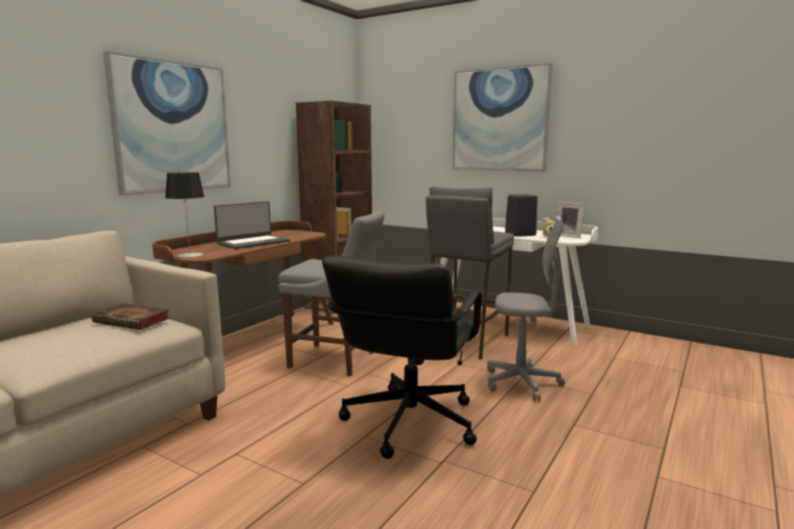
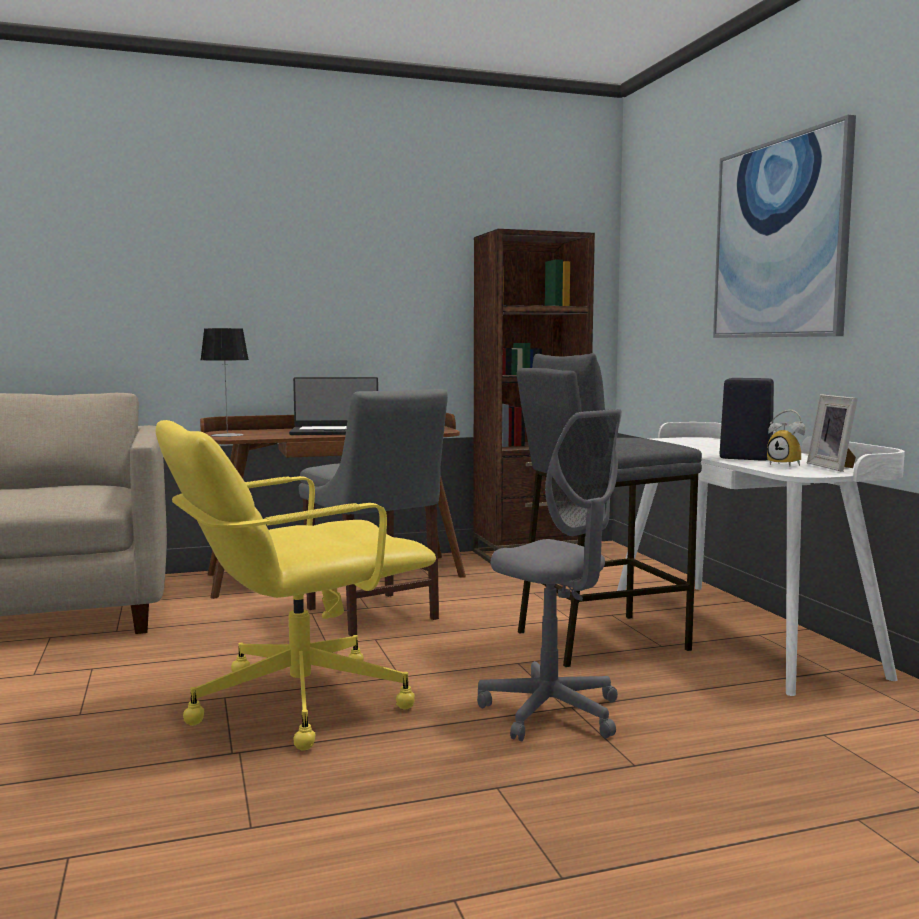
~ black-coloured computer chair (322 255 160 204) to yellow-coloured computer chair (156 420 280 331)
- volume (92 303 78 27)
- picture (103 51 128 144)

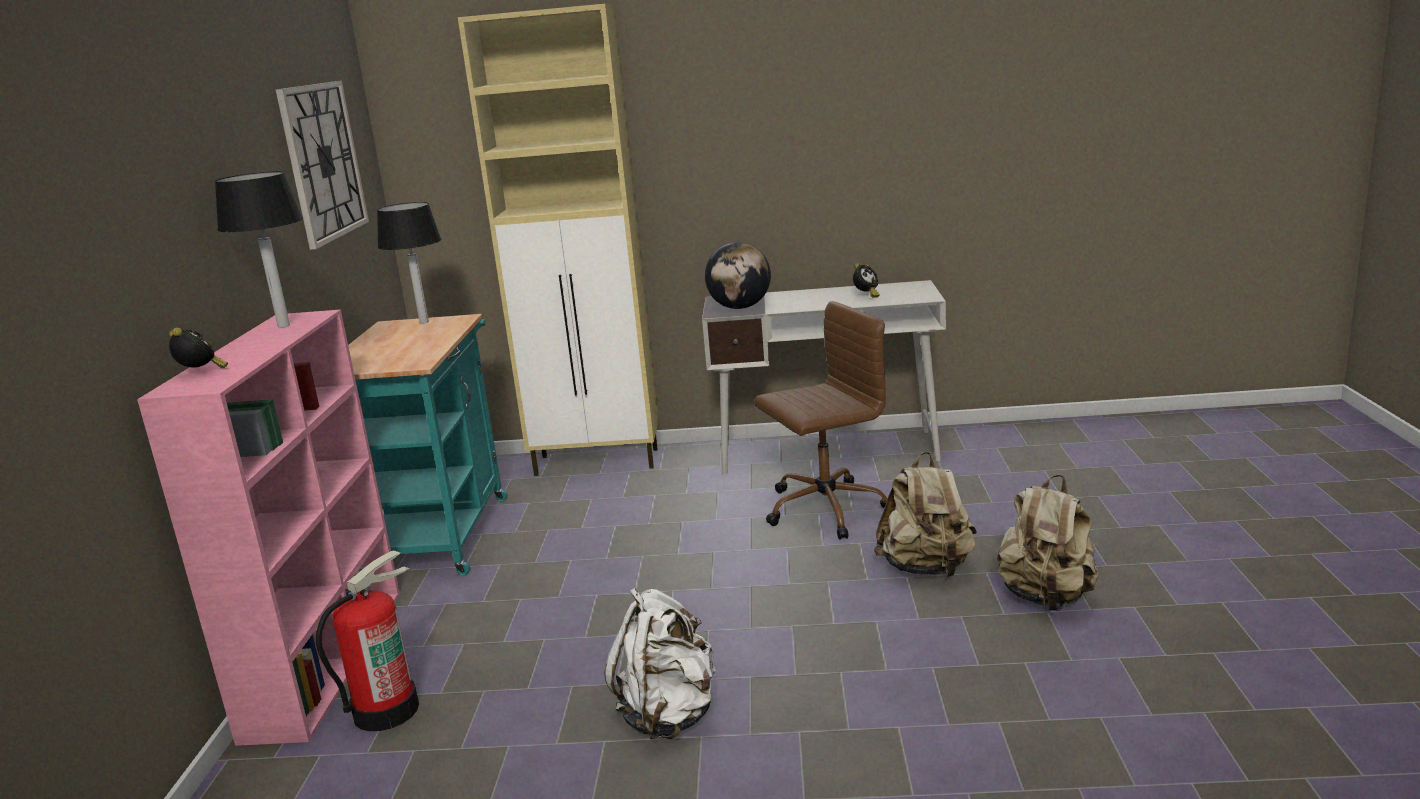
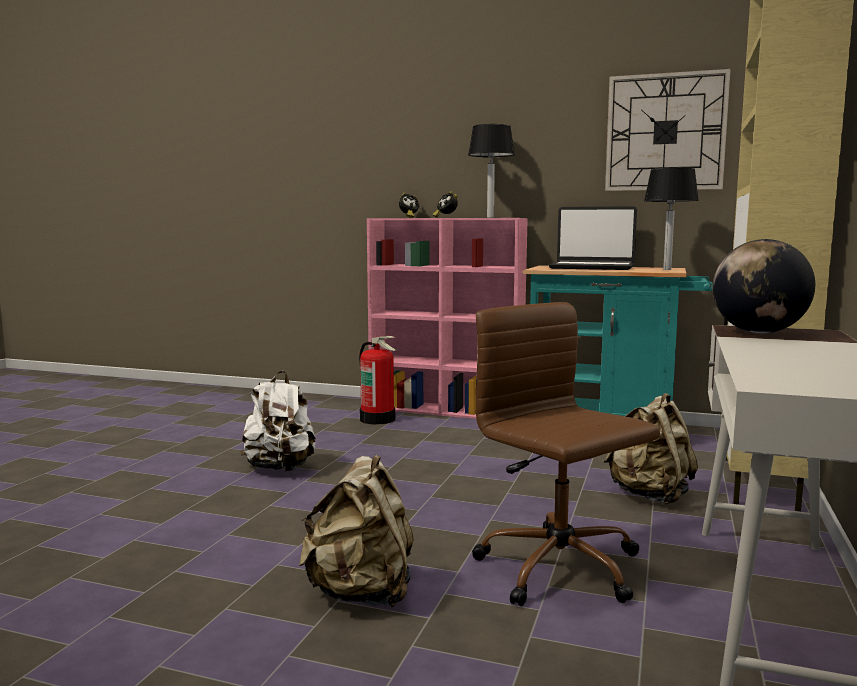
~ bedside clock (853 263 27 34) to (433 191 25 27)
~ brown computer chair (754 301 133 239) = (472 302 188 304) 150 degrees clockwise
+ notebook computer (548 206 89 64)
~ beige-coloured backpack (997 475 101 136) to (603 393 95 112)

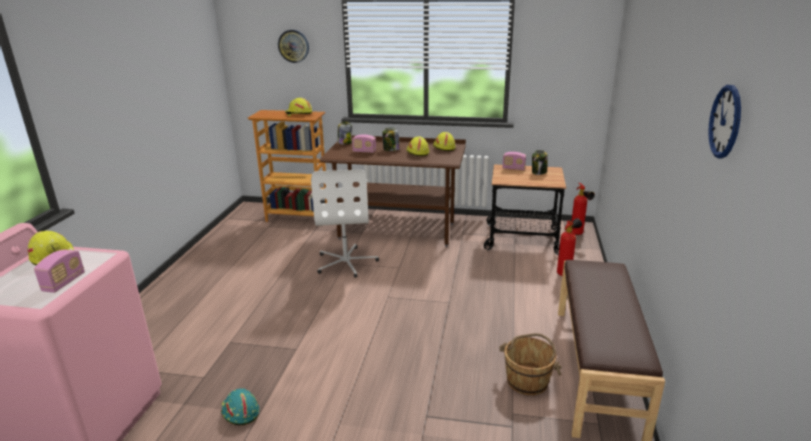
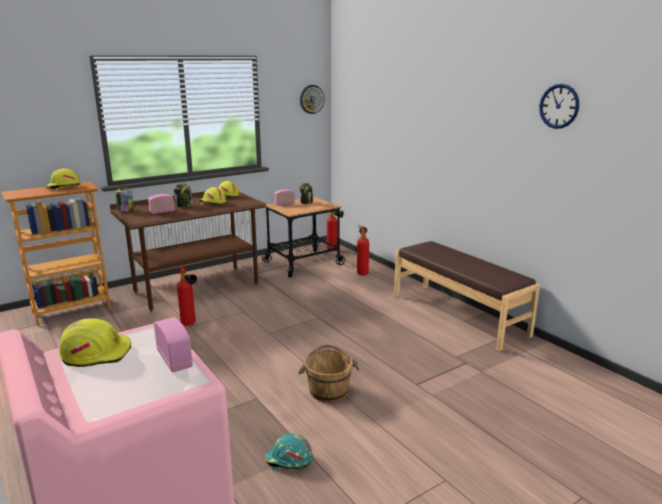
~ white computer chair (311 169 68 109) to fire-fighting cylinder (177 266 20 60)
~ brown water bucket (499 333 63 62) to (298 344 62 58)
~ wall clock (278 30 31 33) to (300 85 25 29)

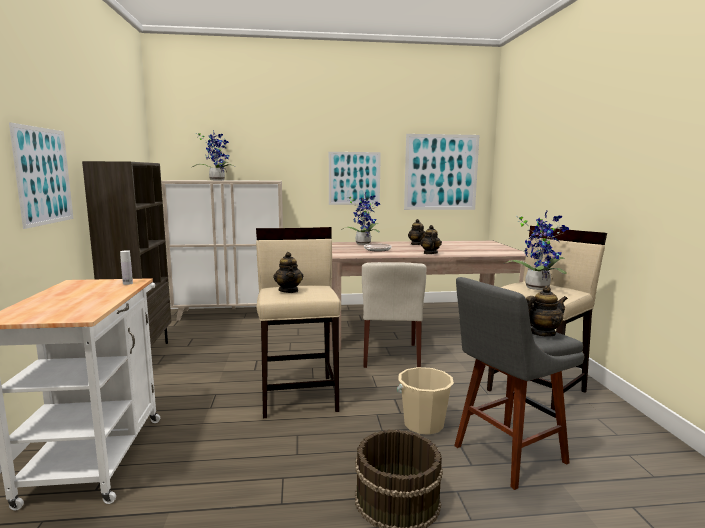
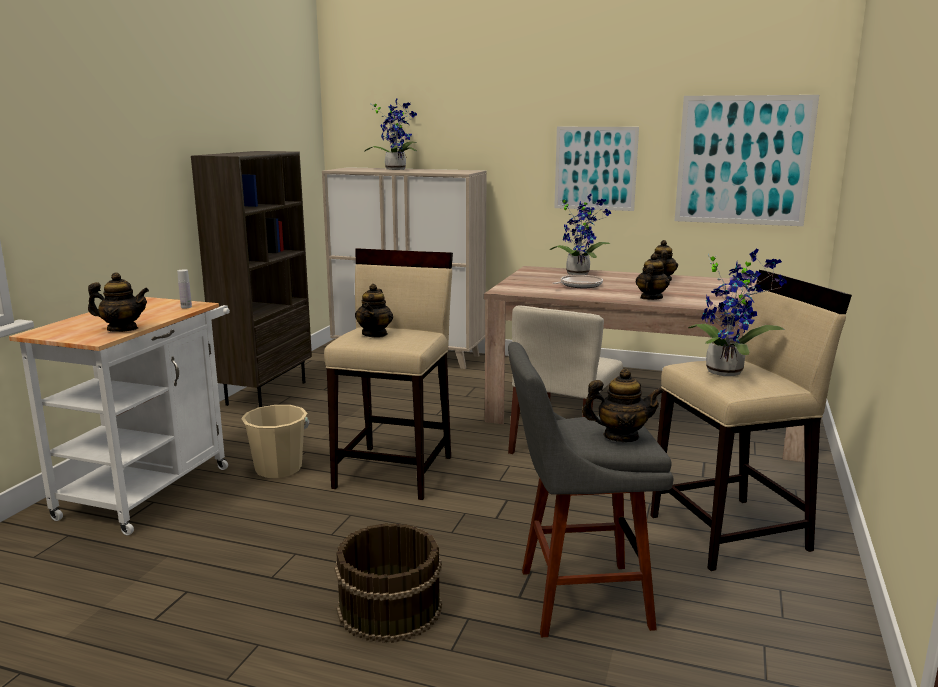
+ tea pot (88 272 61 60)
~ beige-coloured water bucket (397 367 57 68) to (241 405 68 73)
- picture (9 122 65 107)

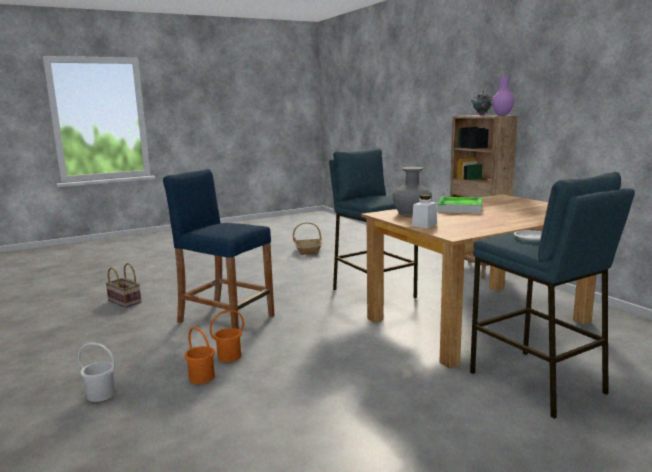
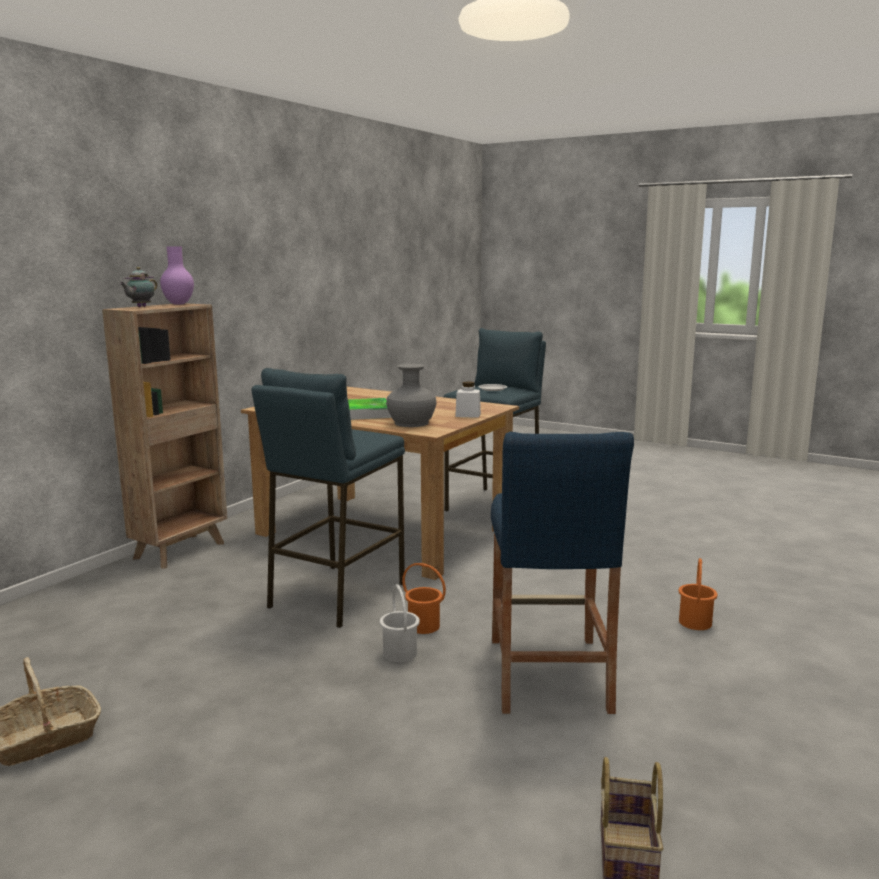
~ white water bucket (78 342 37 60) to (380 584 40 78)
~ orangey water bucket (210 310 34 52) to (402 563 44 71)

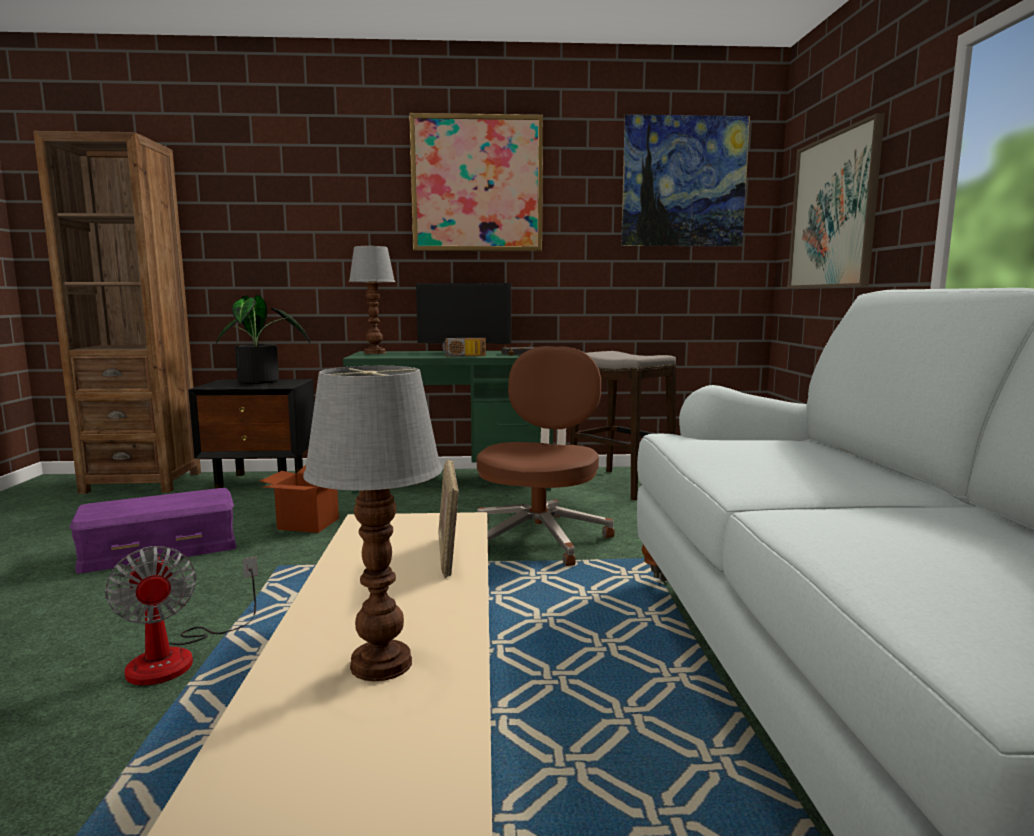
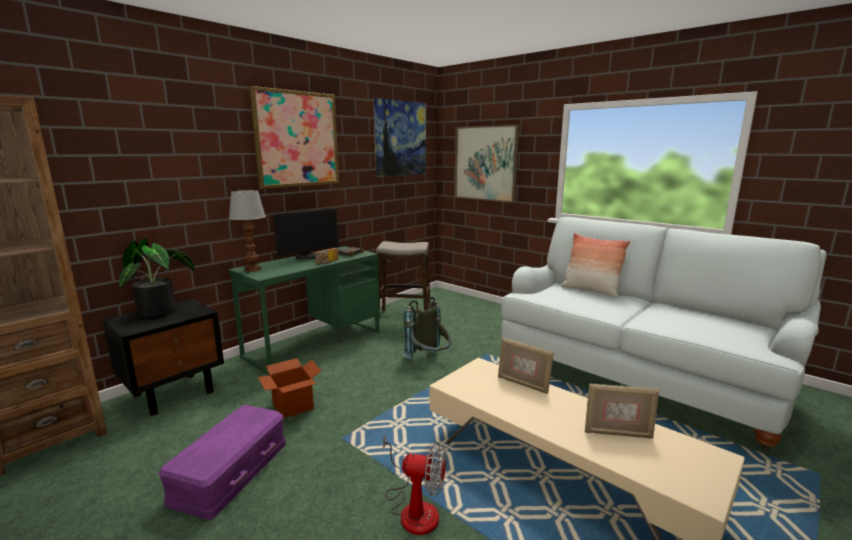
~ brown computer chair (477 346 138 220) to greyish backpack (403 297 48 62)
+ pillow (561 233 69 65)
~ tabletop lamp (303 366 139 315) to picture frame (585 384 74 55)

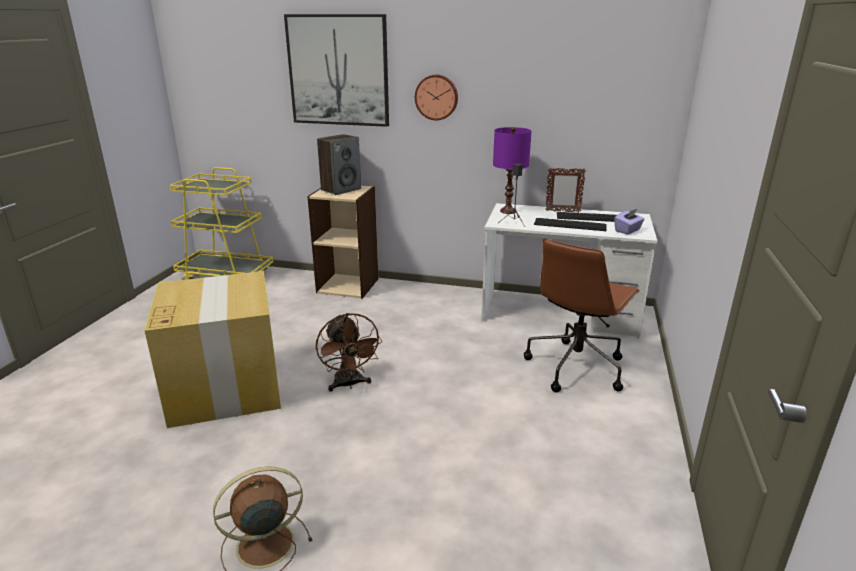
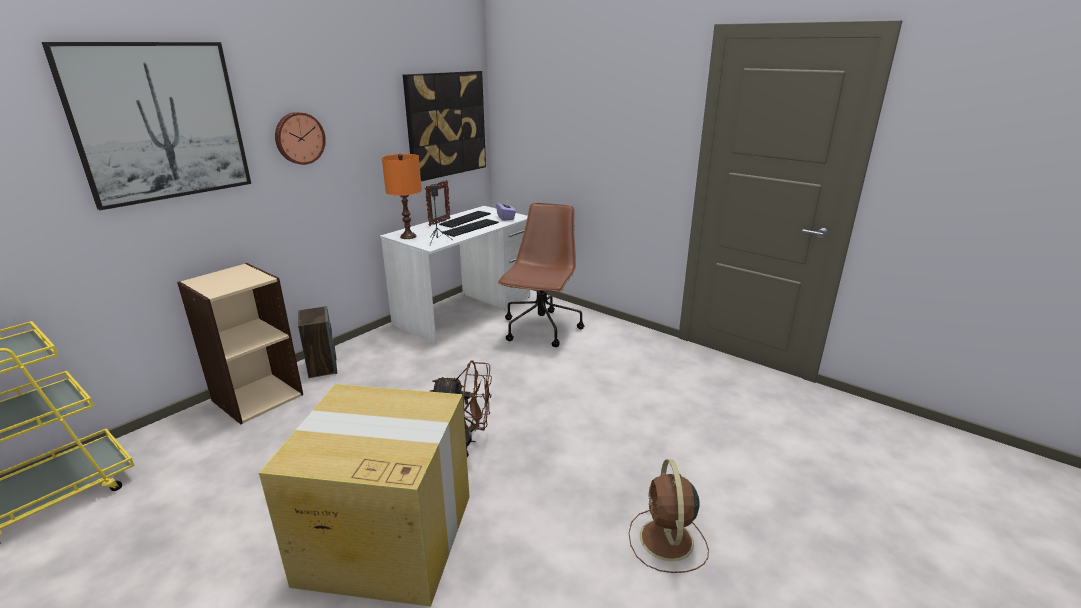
~ speaker (317 134 44 61) to (298 306 39 72)
~ purple tabletop lamp (493 127 39 87) to orangey tabletop lamp (382 154 40 85)
+ picture (403 71 83 110)
~ brown computer chair (524 238 116 155) = (498 203 86 144) 135 degrees counterclockwise

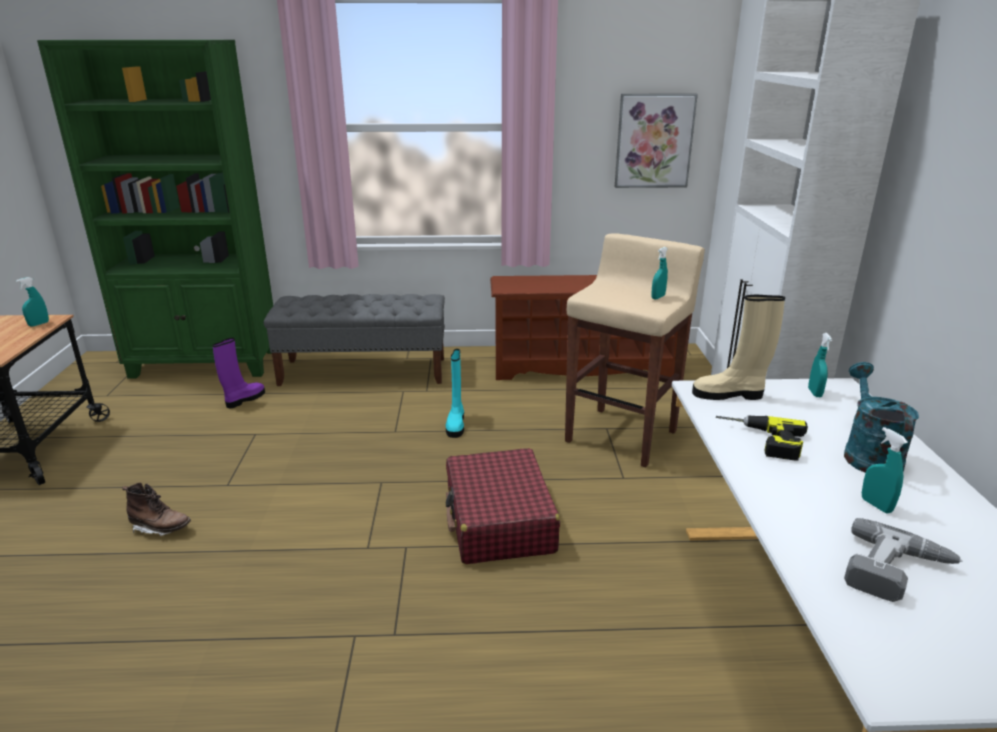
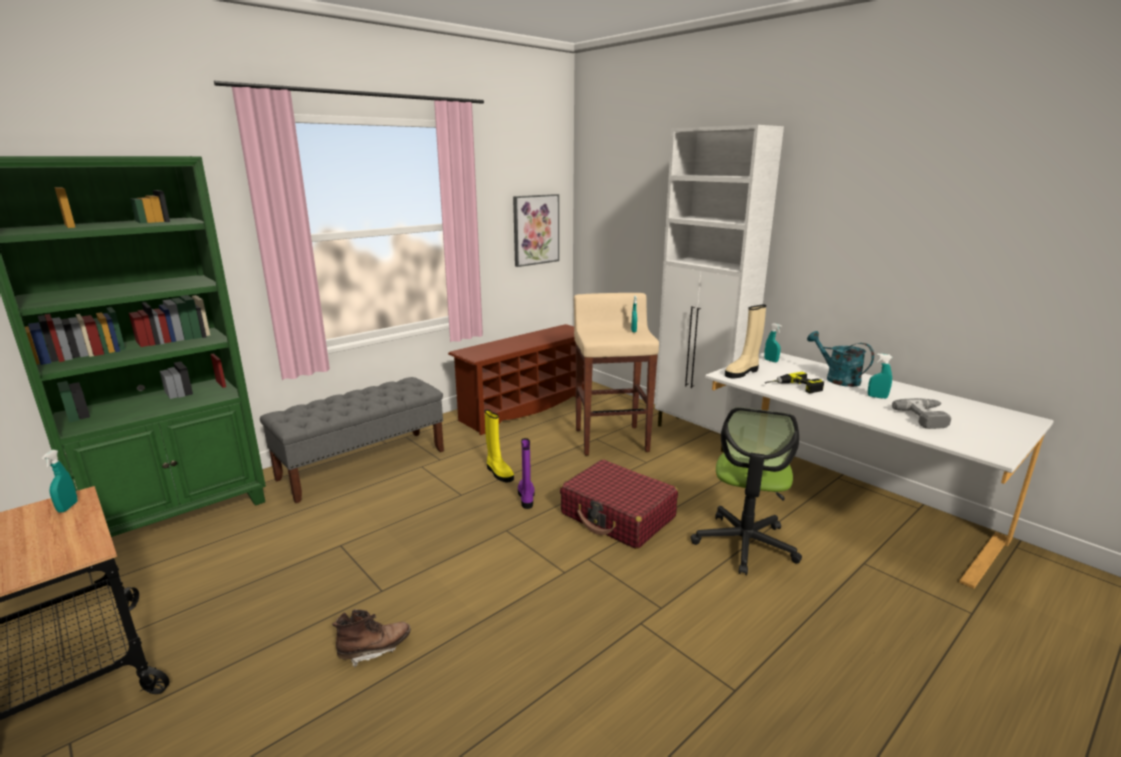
~ turquoise tall boot (446 349 18 89) to yellow-coloured tall boot (485 410 29 72)
~ purple tall boot (212 338 53 70) to (518 438 17 71)
+ computer chair (690 407 112 168)

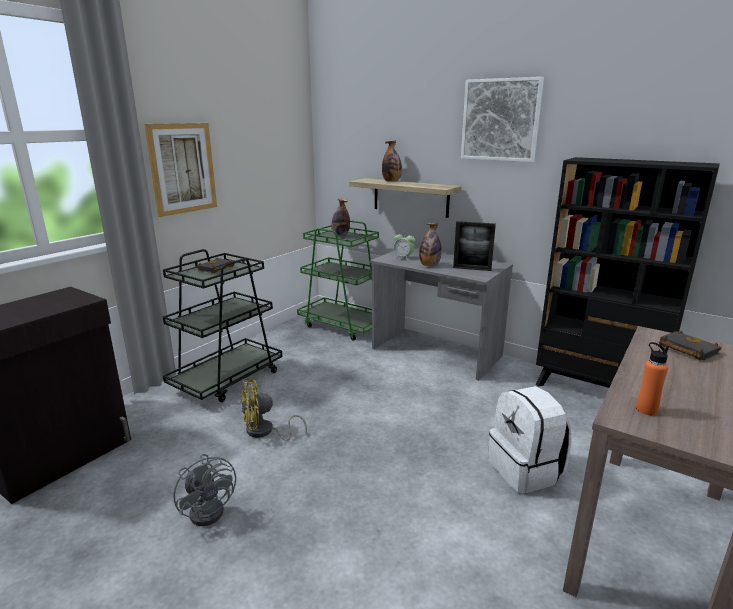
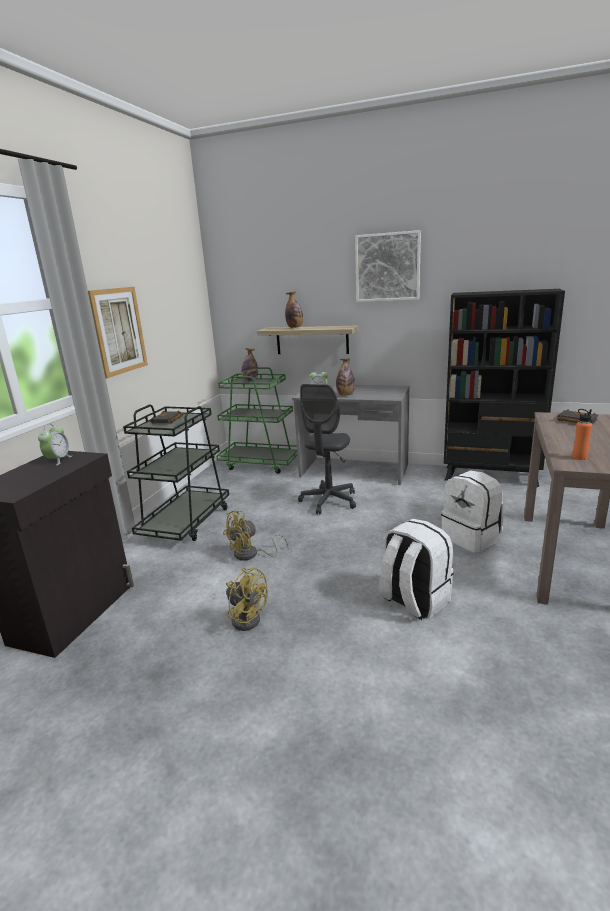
+ bedside clock (38 423 34 42)
~ greyish cooling fan (173 454 63 72) to yellow-coloured cooling fan (226 567 42 64)
+ greyish computer chair (298 384 58 131)
+ white backpack (379 519 75 101)
- picture frame (453 221 43 50)

